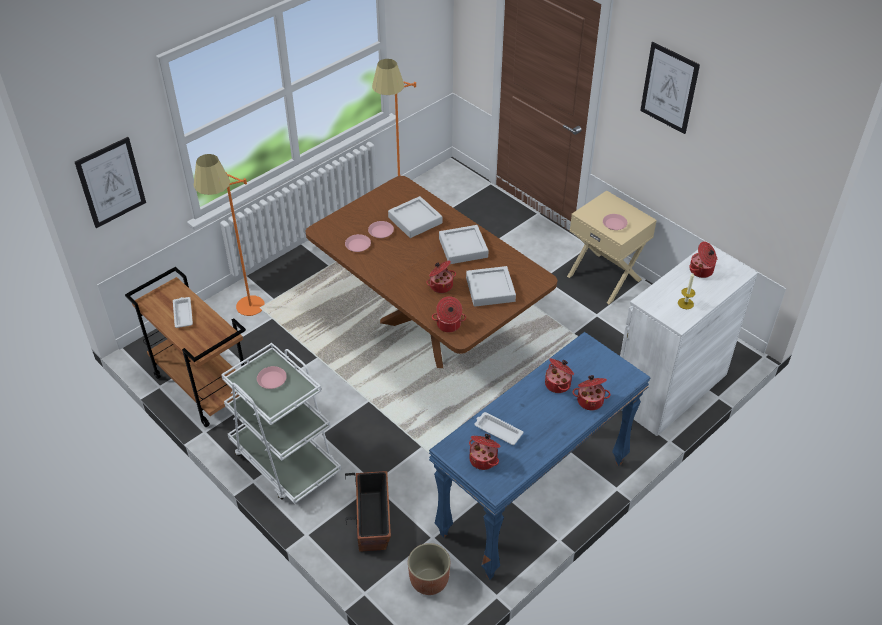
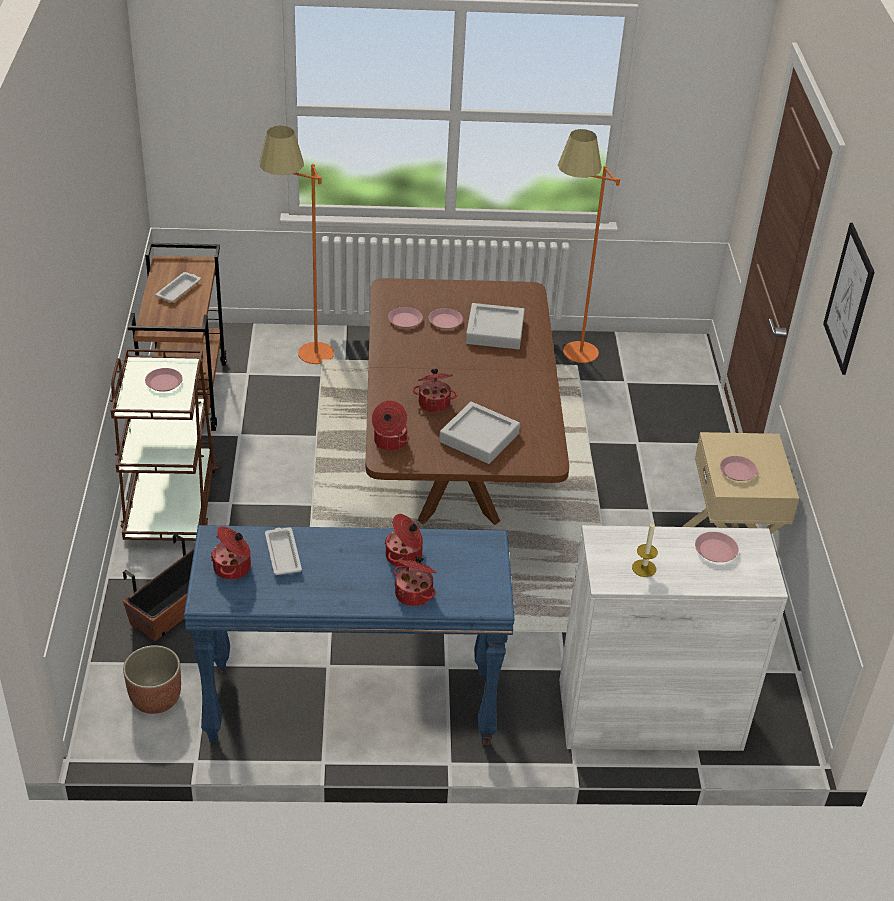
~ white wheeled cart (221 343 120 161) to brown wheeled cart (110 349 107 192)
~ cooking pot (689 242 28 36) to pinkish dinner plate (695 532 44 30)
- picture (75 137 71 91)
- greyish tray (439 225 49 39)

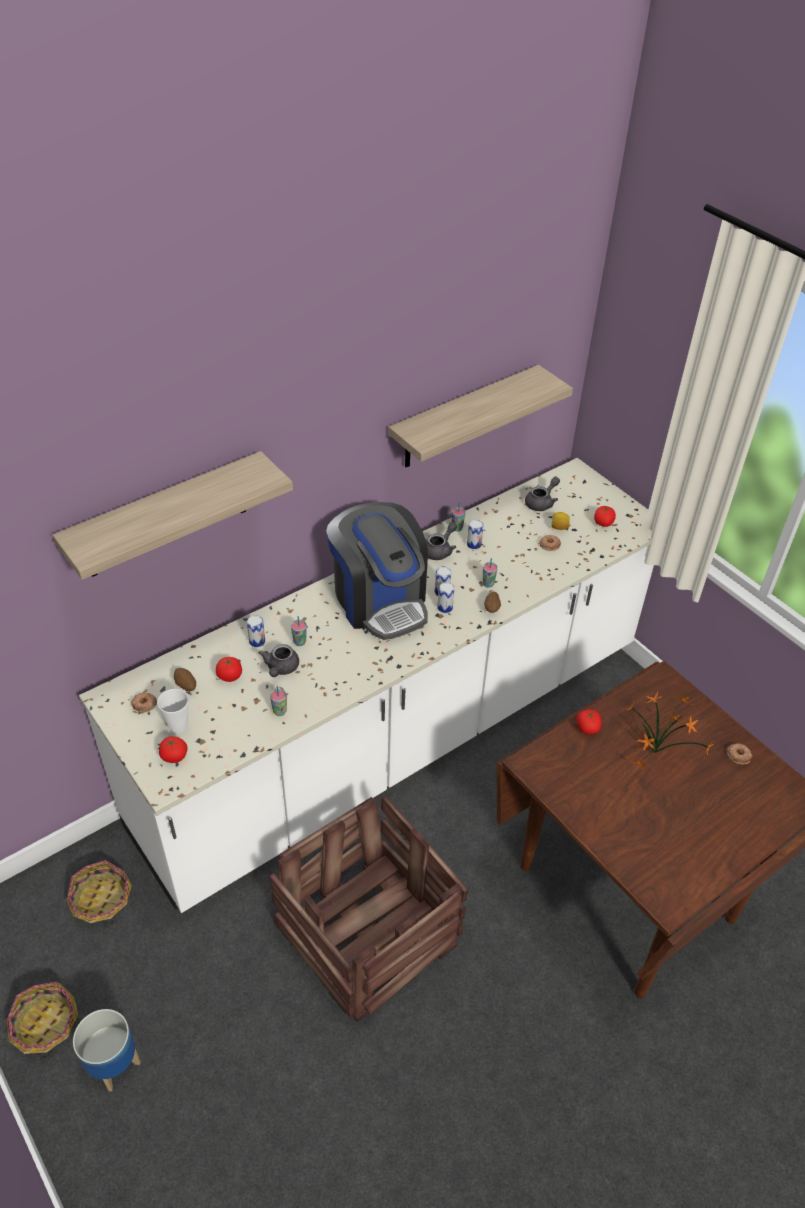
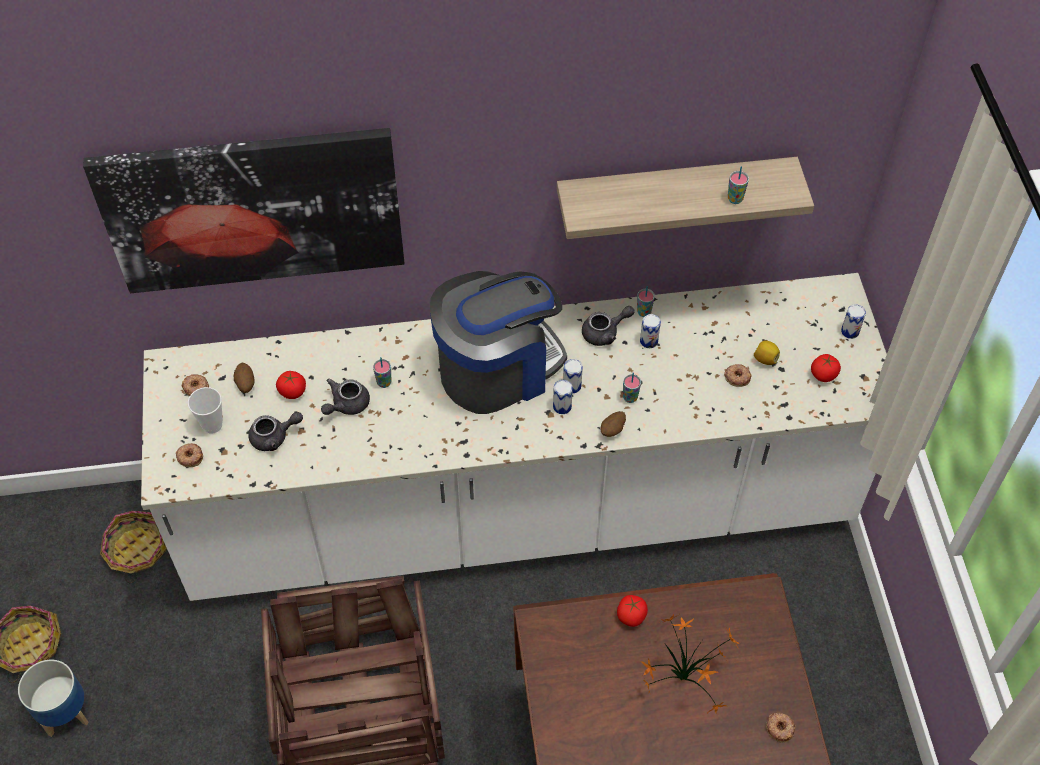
~ bracket shelf (52 451 241 129) to picture (83 128 322 165)
~ fresh tomato (159 736 29 27) to ring doughnut (176 443 27 24)
~ greyish tea pot (525 477 35 34) to (248 412 55 39)
~ coffee brewer (326 502 102 138) = (430 271 137 143) 120 degrees counterclockwise
~ drinking cup (270 686 17 30) to (728 166 21 38)
~ can (247 616 18 31) to (841 304 25 35)

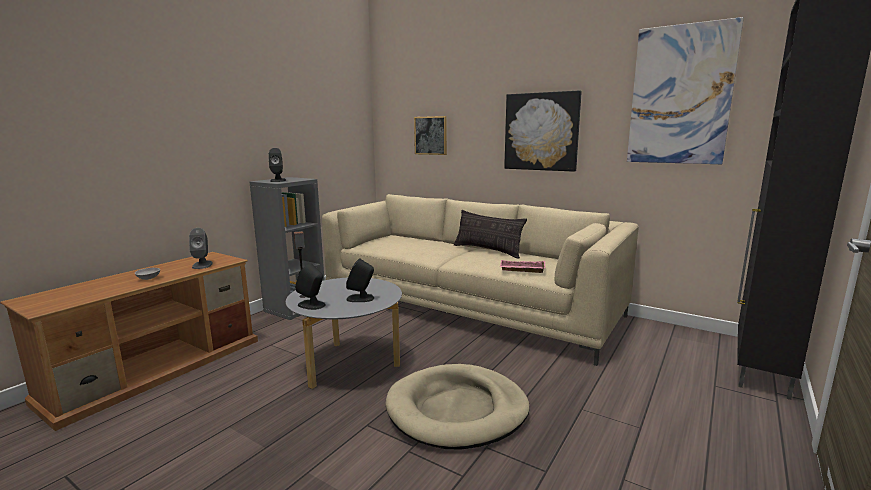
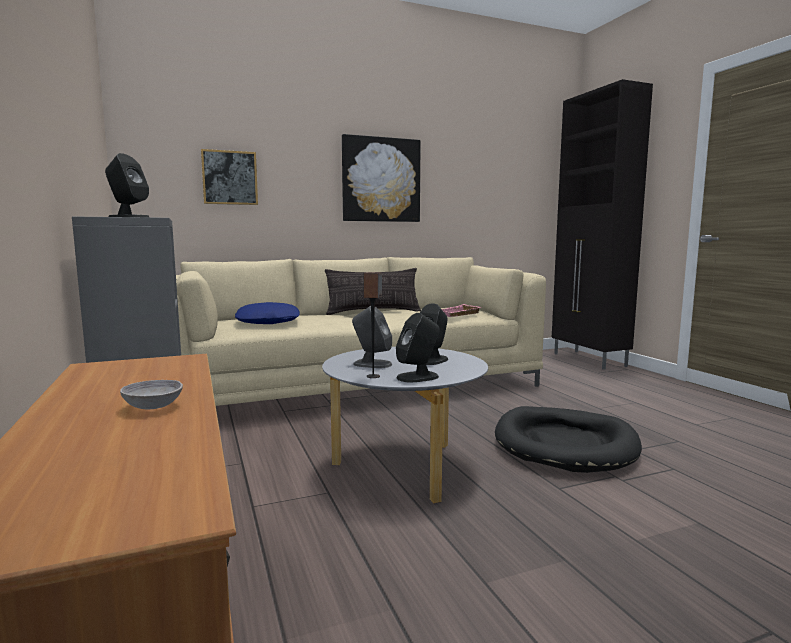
+ blue pillow (235 302 65 22)
~ greyish speaker (189 228 24 41) to (352 306 40 62)
~ beige-coloured pet bed (385 364 145 85) to black-coloured pet bed (495 406 147 67)
- picture (627 17 117 147)

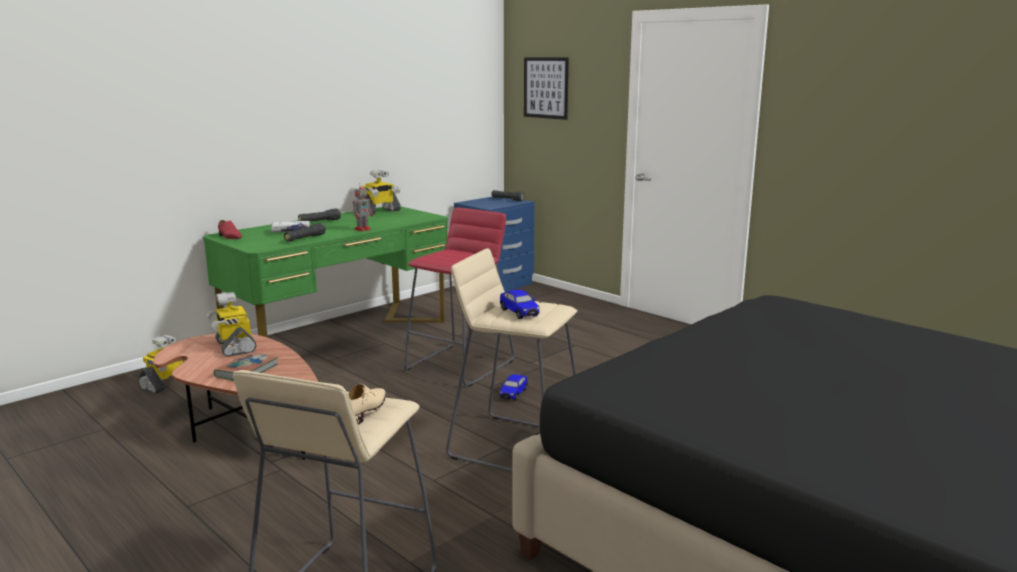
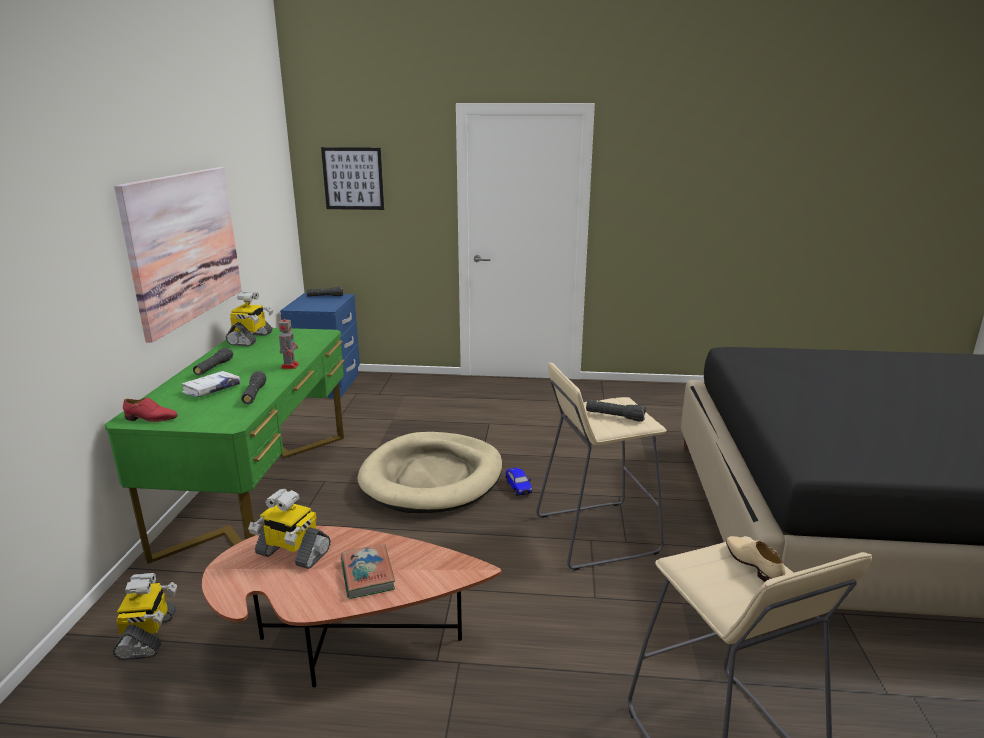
+ picture (114 167 128 176)
~ red-coloured stool seat (404 207 110 180) to beige-coloured pet bed (357 432 145 81)
~ miniature car (500 289 39 30) to black-coloured hand torch (586 400 60 22)

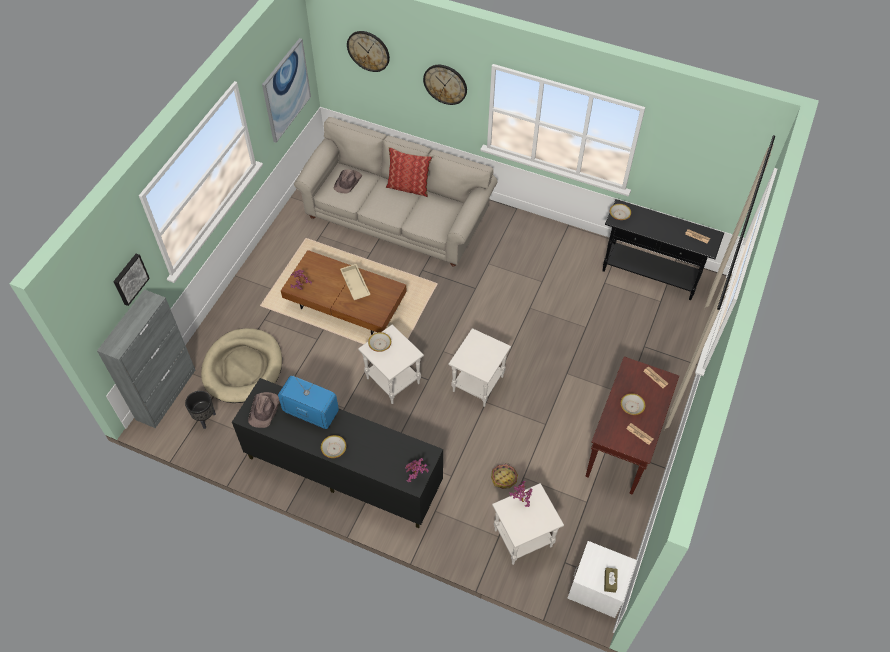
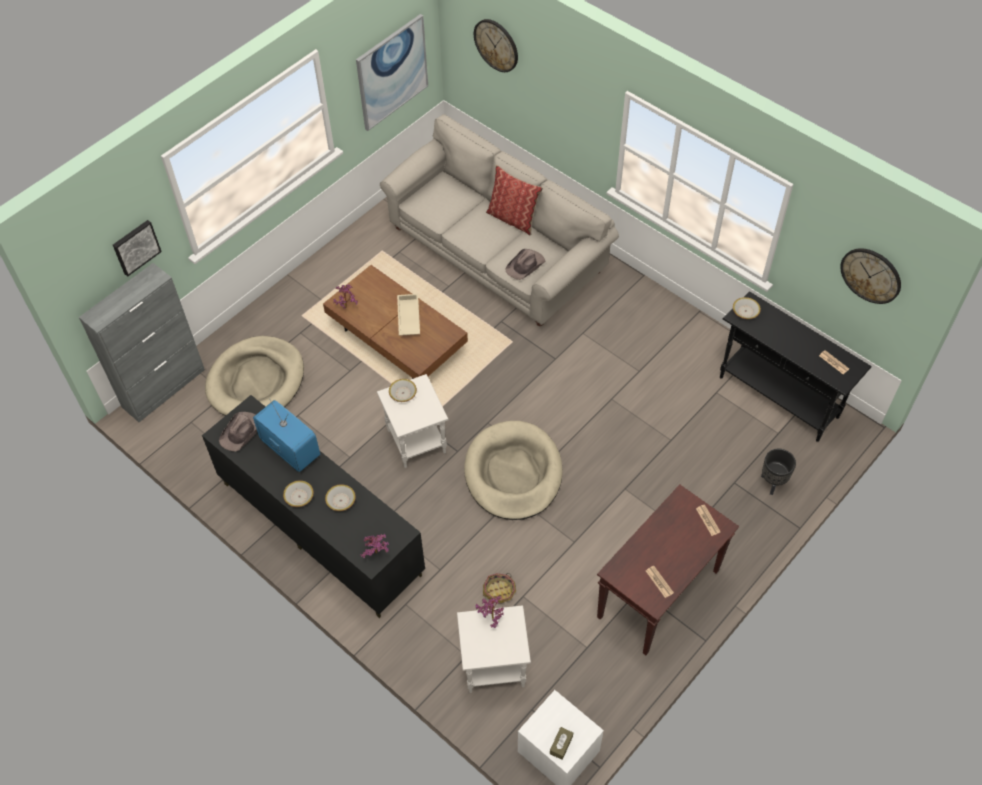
~ serving bowl (620 393 25 22) to (325 484 31 27)
~ white side table (449 328 62 79) to beige-coloured pet bed (464 421 99 99)
~ brown hat (334 169 28 24) to (506 249 39 31)
~ black-coloured planter (185 391 31 38) to (761 449 35 46)
~ wall clock (423 65 44 40) to (840 248 61 56)

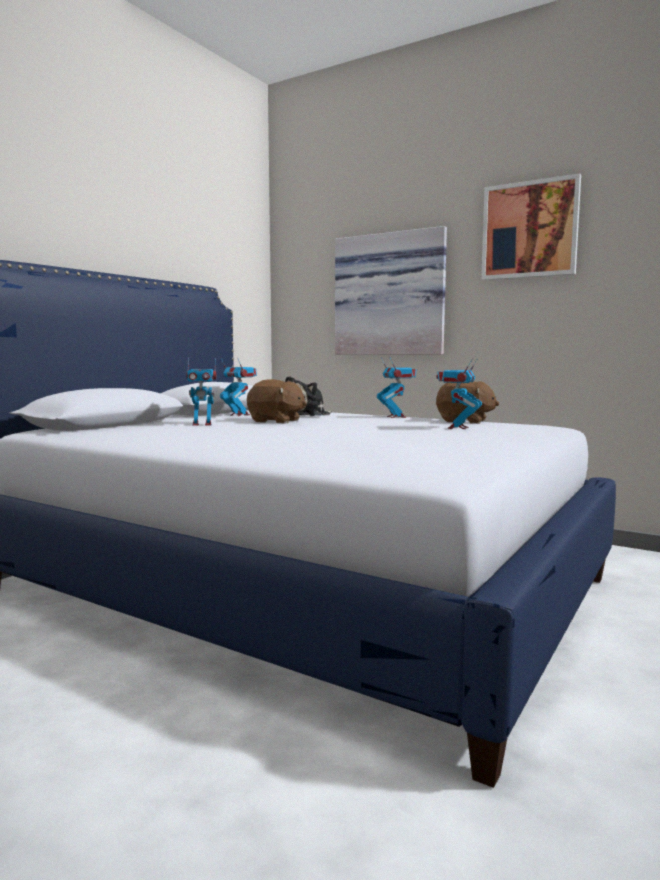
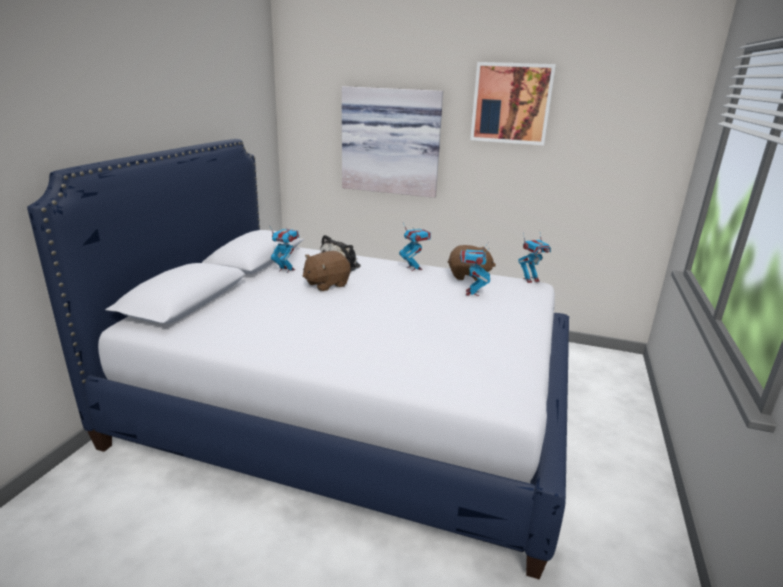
~ brown cuddly toy (247 379 60 45) = (303 251 48 40) 135 degrees clockwise
~ model robot (186 358 30 68) to (518 230 33 53)

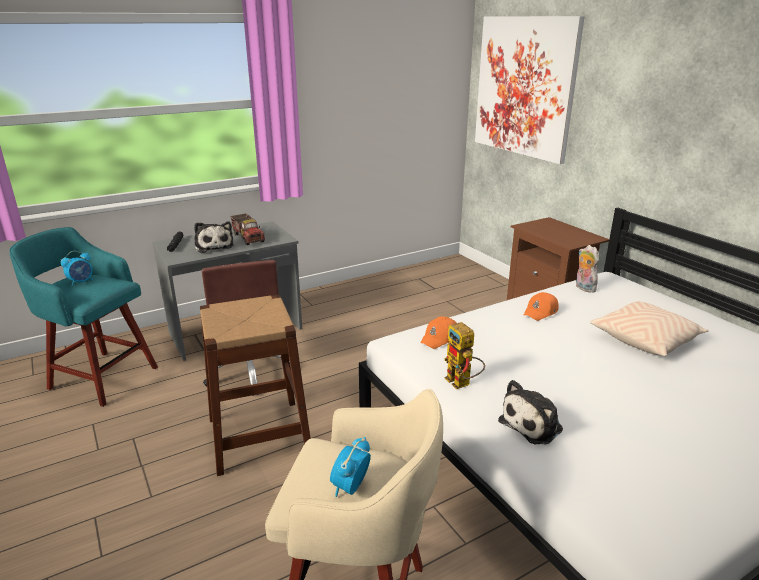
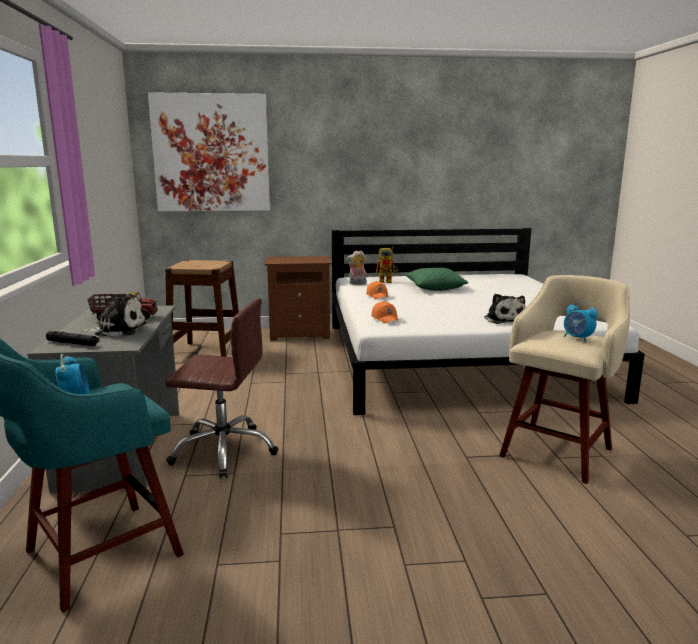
~ brown stool seat (200 295 111 181) to (165 260 74 97)
~ model robot (444 322 41 67) to (375 247 23 36)
~ beige-coloured pillow (590 301 119 55) to green-coloured pillow (405 268 63 23)

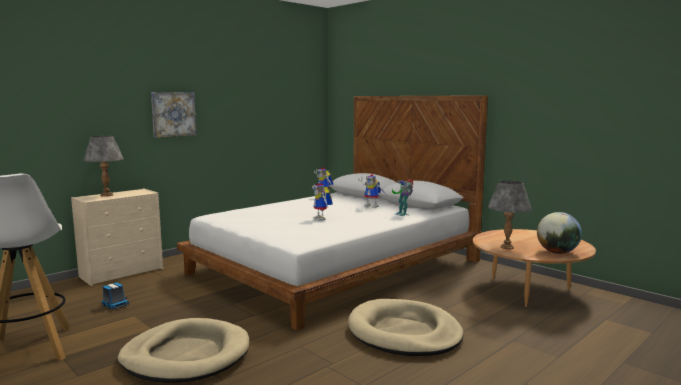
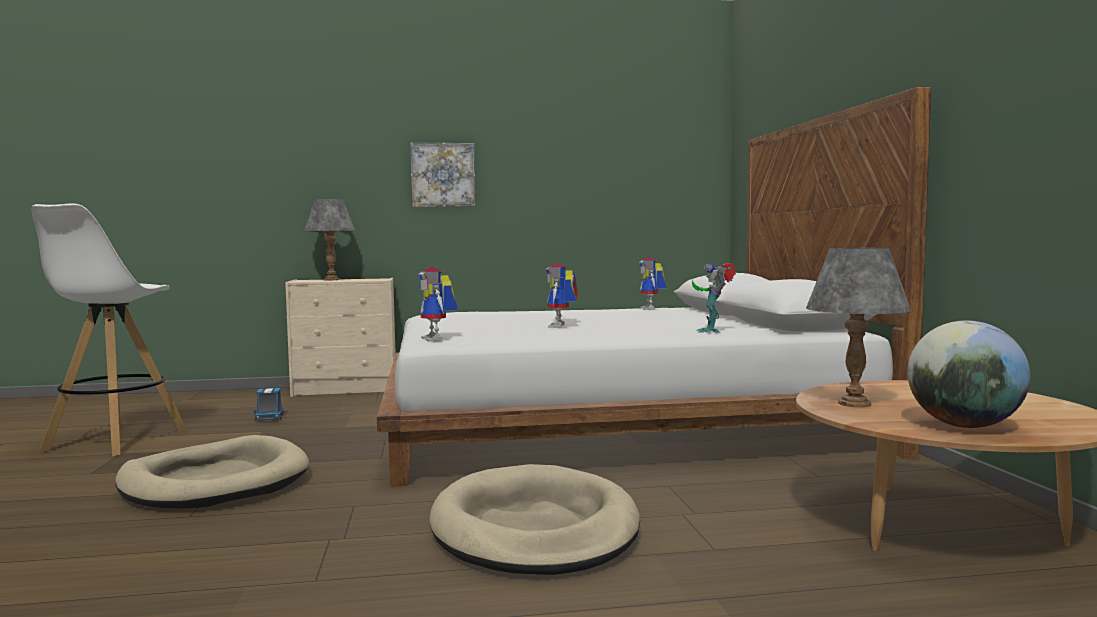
~ model robot (358 174 29 34) to (418 267 40 74)

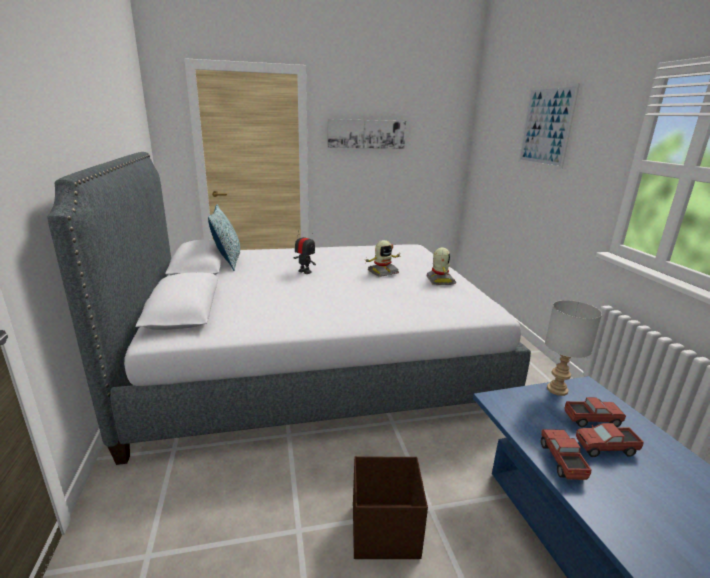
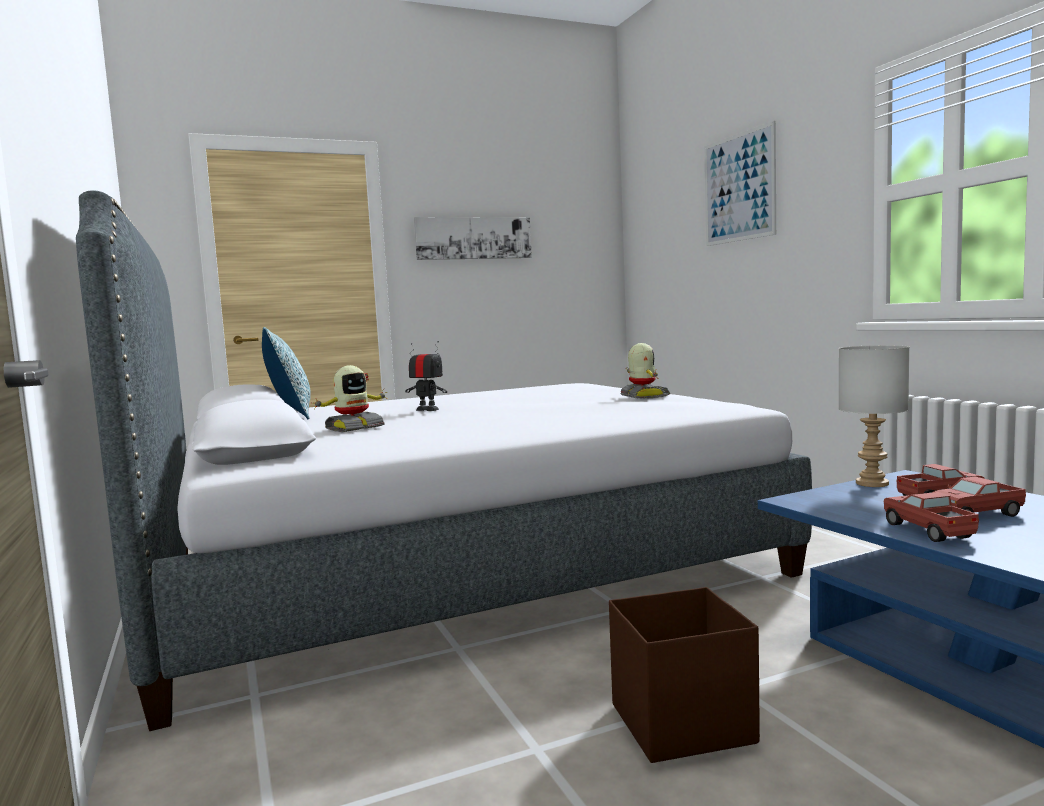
~ model robot (365 240 36 37) to (314 365 75 67)

